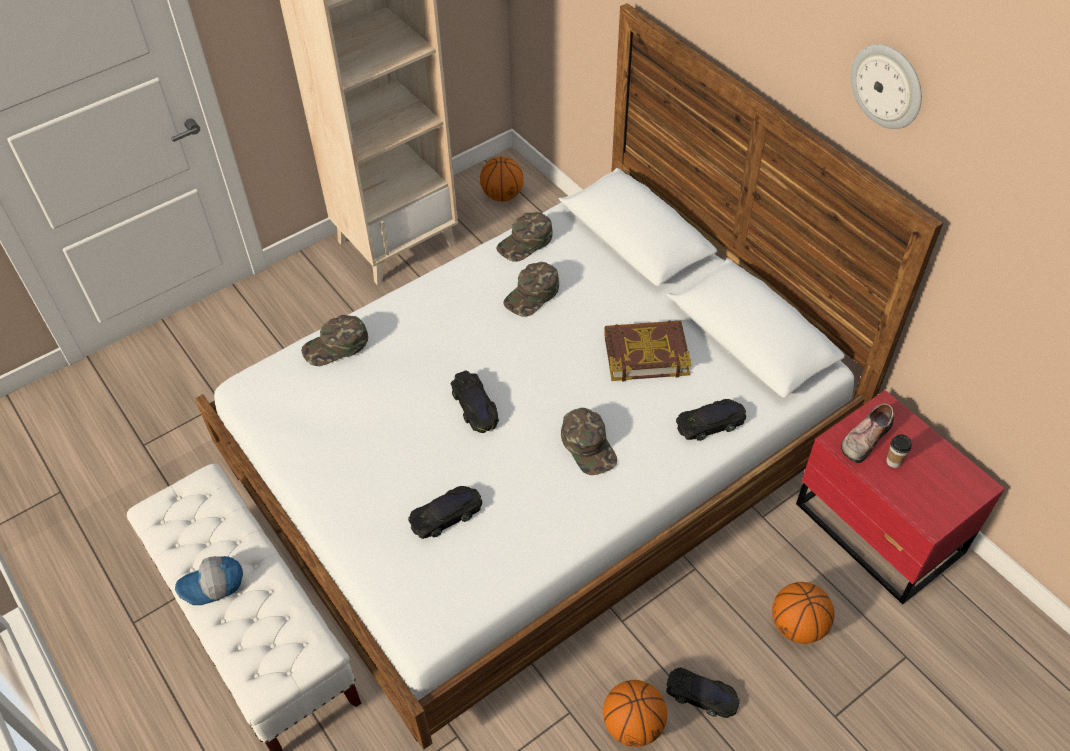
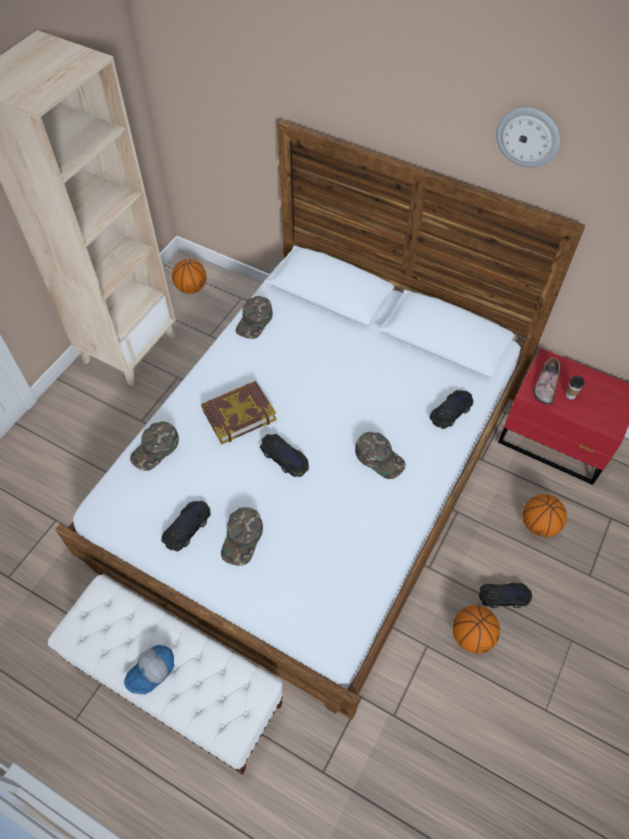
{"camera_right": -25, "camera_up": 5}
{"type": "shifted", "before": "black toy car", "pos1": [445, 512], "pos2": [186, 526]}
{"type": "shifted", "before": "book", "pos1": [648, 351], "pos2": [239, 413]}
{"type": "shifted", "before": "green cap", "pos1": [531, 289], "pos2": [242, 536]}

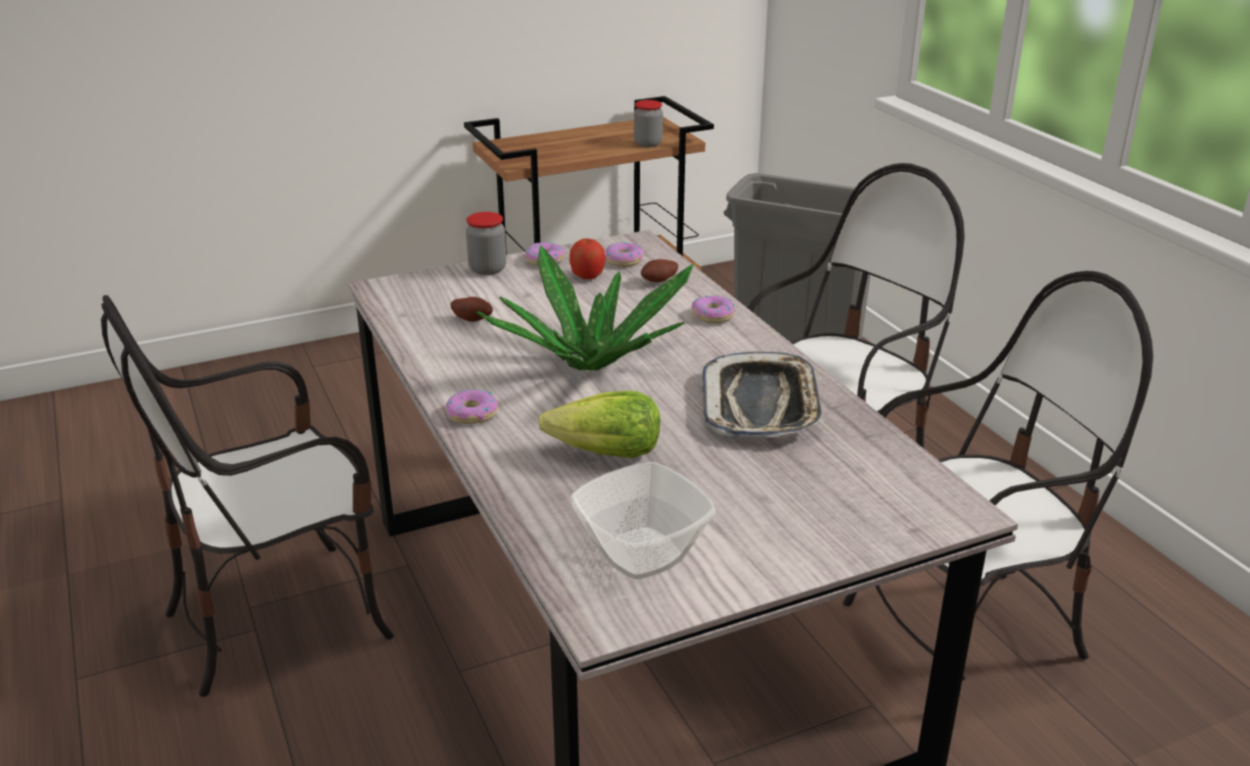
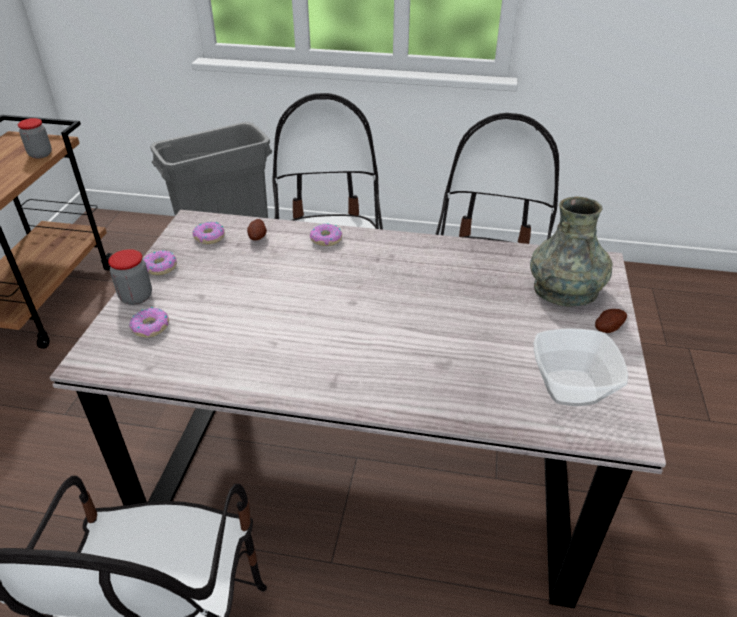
{"camera_right": -55, "camera_up": 10}
{"type": "shifted", "before": "donut", "pos1": [471, 406], "pos2": [149, 322]}
{"type": "new", "after": "grey vase", "pos2": [571, 251]}
{"type": "shifted", "before": "potato", "pos1": [472, 309], "pos2": [611, 321]}
{"type": "gone", "before": "potted plant", "pos1": [584, 307]}
{"type": "gone", "before": "lettuce", "pos1": [599, 424]}
{"type": "gone", "before": "apple", "pos1": [587, 258]}
{"type": "gone", "before": "tray", "pos1": [763, 394]}

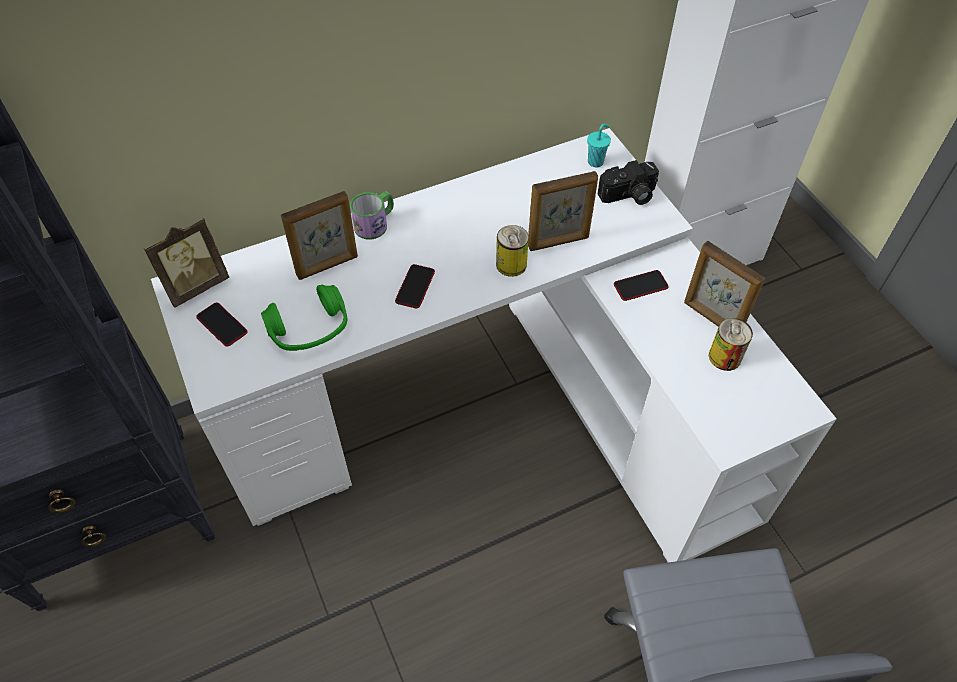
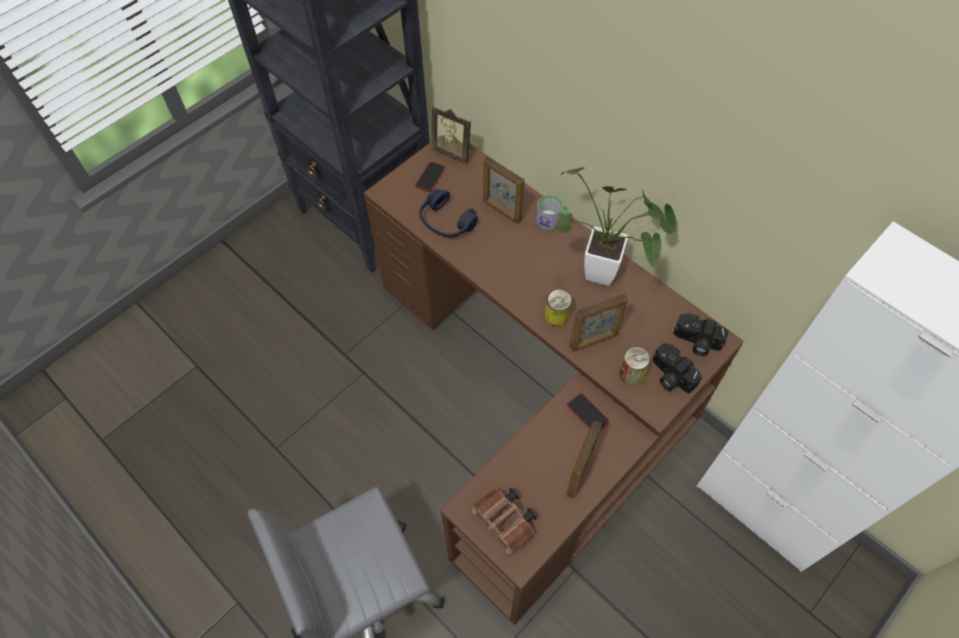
{"camera_right": 70, "camera_up": 5}
{"type": "repainted", "before": "white desk", "after": "brown desk", "pos1": [494, 345], "pos2": [554, 383]}
{"type": "repainted", "before": "green headphones", "after": "blue headphones", "pos1": [304, 318], "pos2": [448, 213]}
{"type": "new", "after": "brown binoculars", "pos2": [504, 522]}
{"type": "new", "after": "potted plant", "pos2": [615, 226]}
{"type": "rotated", "before": "picture frame", "pos1": [563, 211], "pos2": [598, 322], "turn": -75}
{"type": "shifted", "before": "can", "pos1": [731, 344], "pos2": [635, 366]}
{"type": "swapped", "before": "turquoise cup", "after": "photo camera", "pos1": [599, 145], "pos2": [701, 334]}
{"type": "gone", "before": "phone", "pos1": [415, 286]}

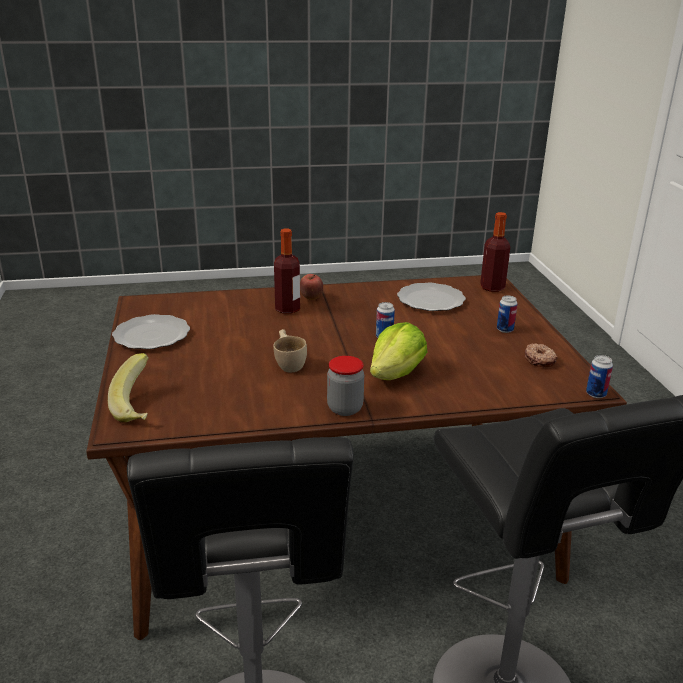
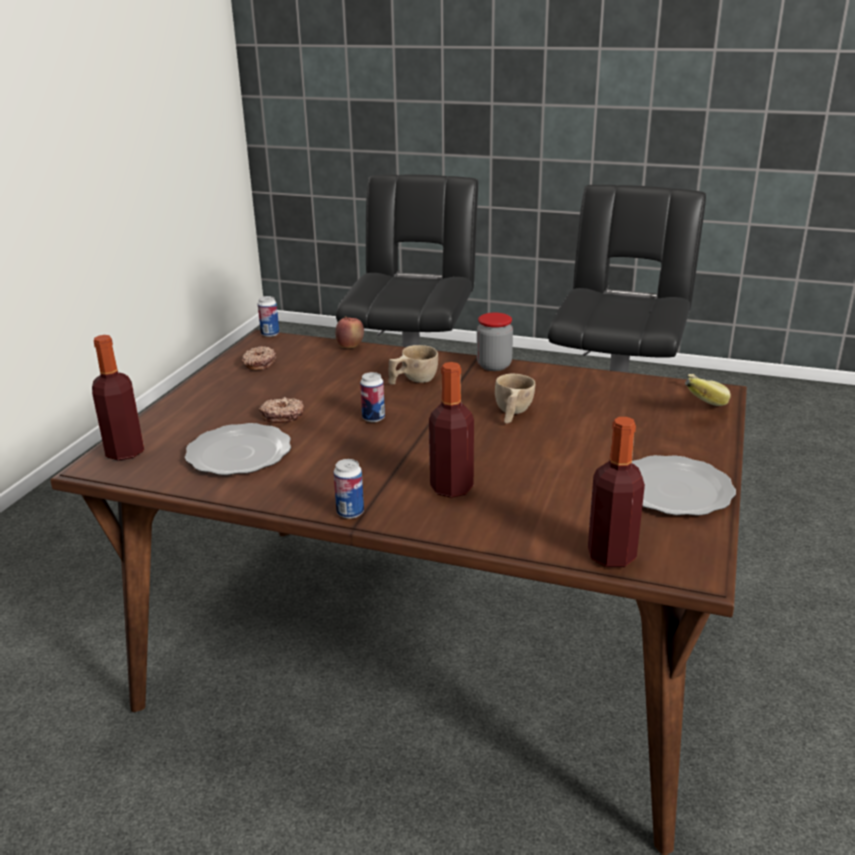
{"camera_right": -150, "camera_up": 0}
{"type": "new", "after": "donut", "pos2": [281, 410]}
{"type": "shifted", "before": "can", "pos1": [507, 314], "pos2": [348, 489]}
{"type": "shifted", "before": "apple", "pos1": [311, 287], "pos2": [349, 332]}
{"type": "swapped", "before": "lettuce", "after": "beige cup", "pos1": [398, 351], "pos2": [413, 365]}
{"type": "new", "after": "bottle", "pos2": [616, 492]}

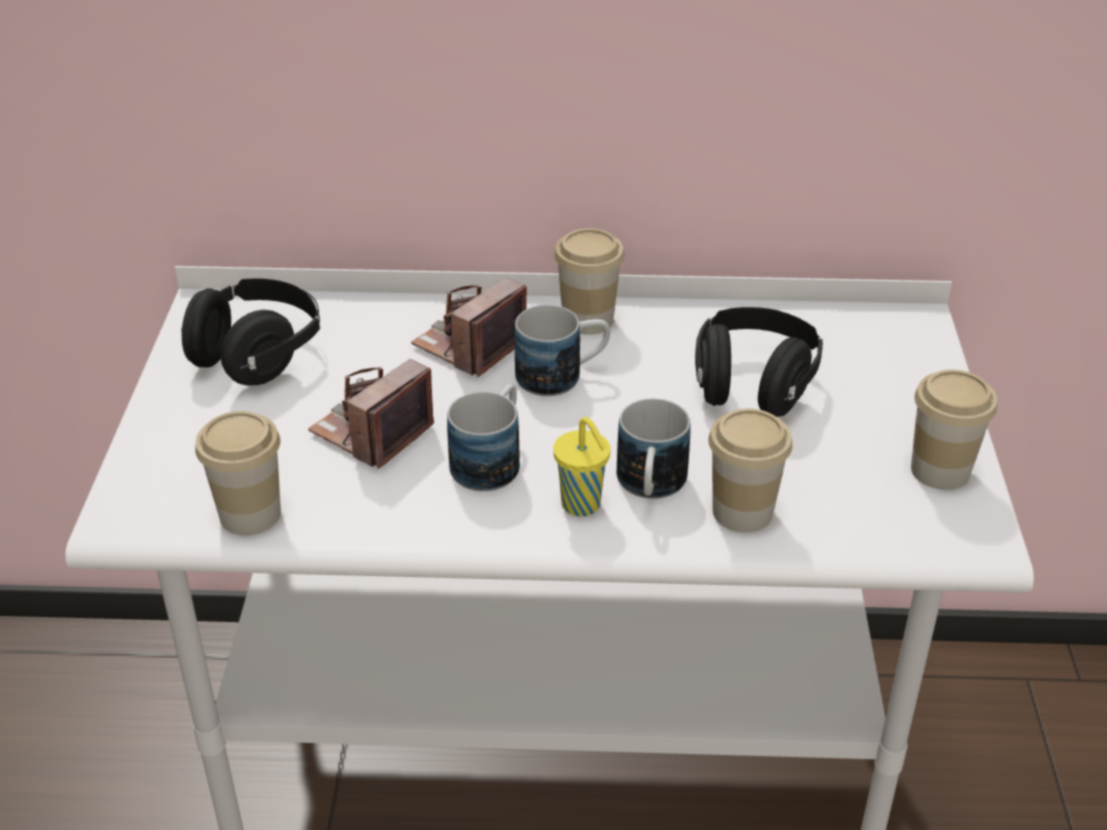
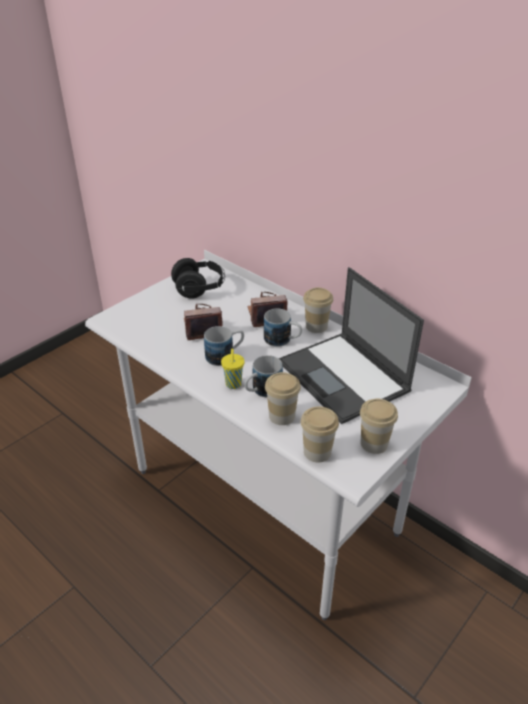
{"camera_right": 40, "camera_up": 0}
{"type": "swapped", "before": "black headphones", "after": "laptop", "pos1": [759, 362], "pos2": [351, 345]}
{"type": "shifted", "before": "cup", "pos1": [238, 473], "pos2": [320, 435]}

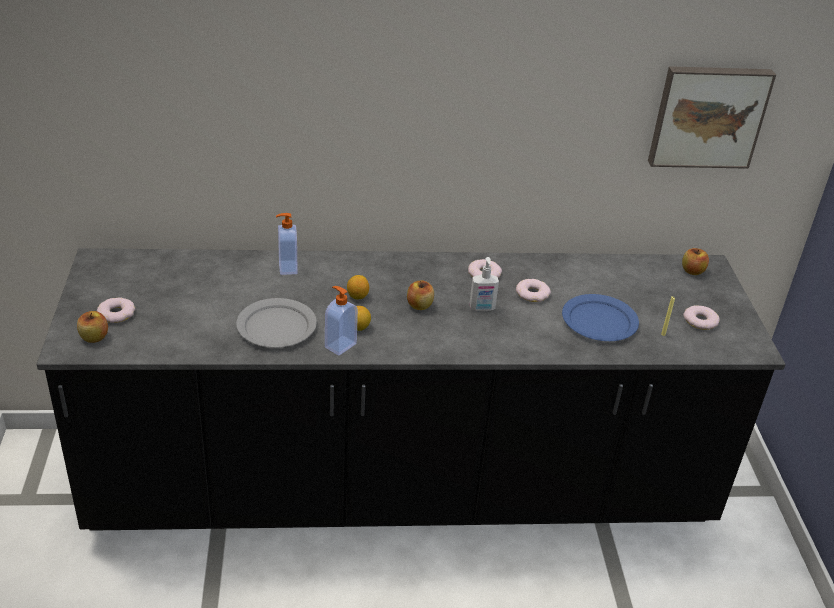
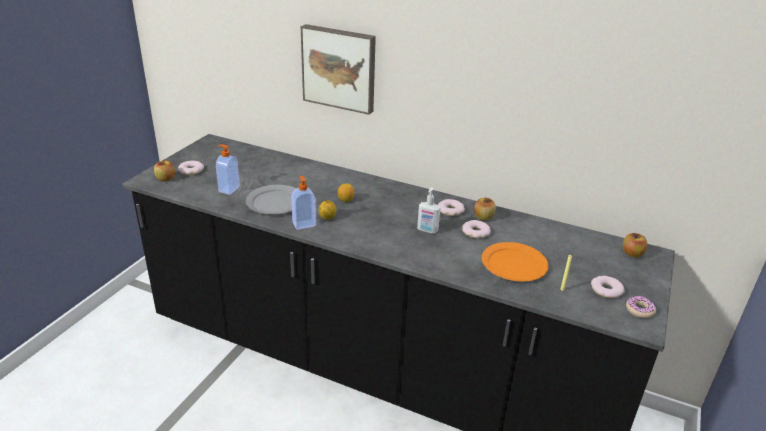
{"camera_right": 30, "camera_up": -5}
{"type": "shifted", "before": "soap dispenser", "pos1": [287, 244], "pos2": [228, 169]}
{"type": "shifted", "before": "picture", "pos1": [712, 117], "pos2": [338, 69]}
{"type": "shifted", "before": "apple", "pos1": [420, 295], "pos2": [485, 209]}
{"type": "repainted", "before": "blue plate", "after": "orange plate", "pos1": [600, 317], "pos2": [515, 261]}
{"type": "new", "after": "donut", "pos2": [641, 307]}

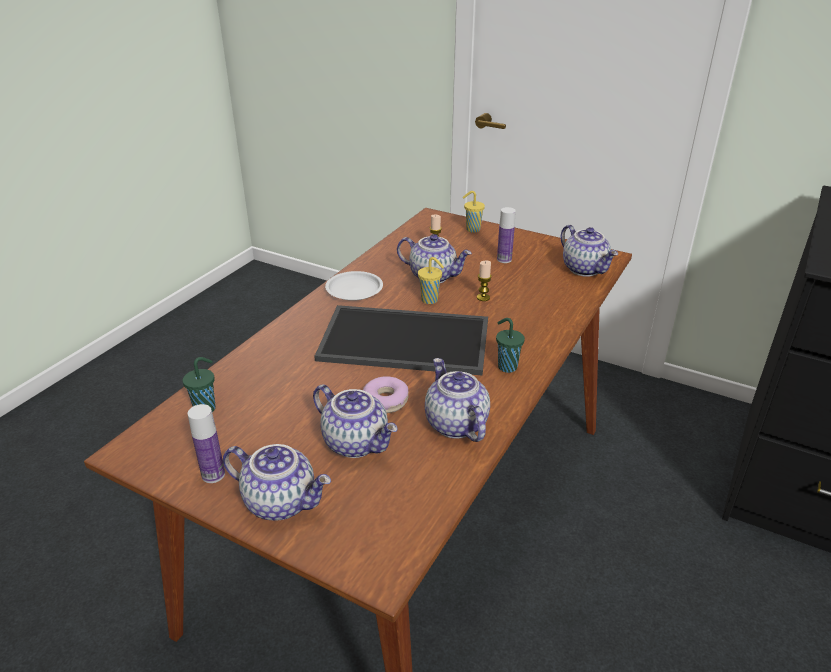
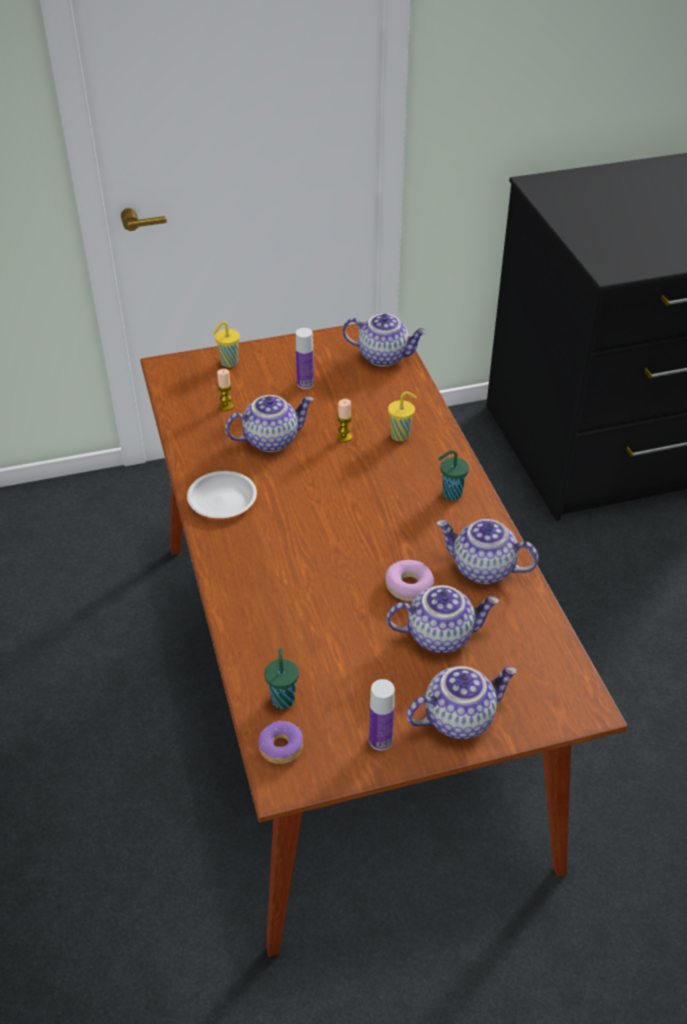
{"camera_right": -45, "camera_up": 10}
{"type": "new", "after": "donut", "pos2": [281, 742]}
{"type": "shifted", "before": "yellow cup", "pos1": [431, 280], "pos2": [402, 416]}
{"type": "gone", "before": "tray", "pos1": [401, 340]}

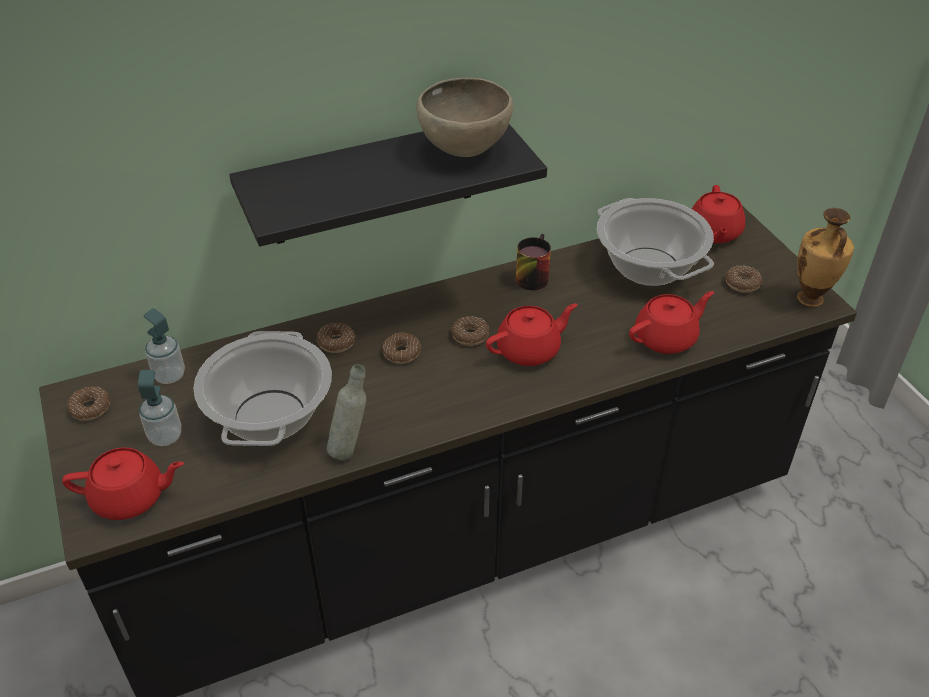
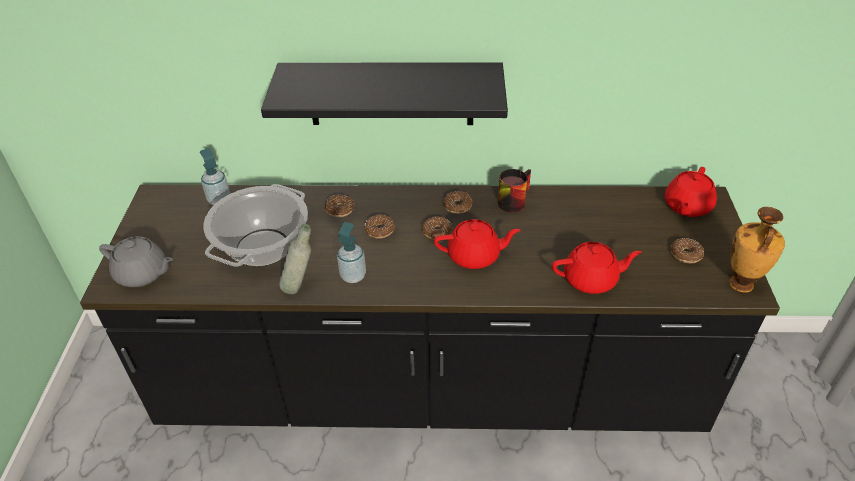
{"camera_right": 25, "camera_up": 0}
{"type": "repainted", "before": "red teapot", "after": "grey teapot", "pos1": [123, 484], "pos2": [136, 261]}
{"type": "shifted", "before": "soap dispenser", "pos1": [159, 408], "pos2": [351, 252]}
{"type": "shifted", "before": "donut", "pos1": [88, 403], "pos2": [458, 202]}
{"type": "gone", "before": "brown bowl", "pos1": [464, 117]}
{"type": "gone", "before": "cooking pot", "pos1": [655, 242]}

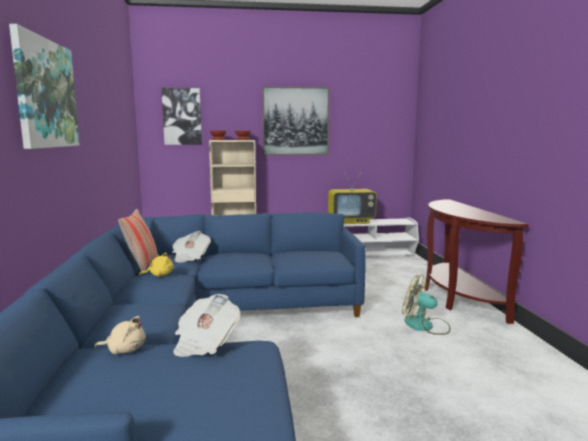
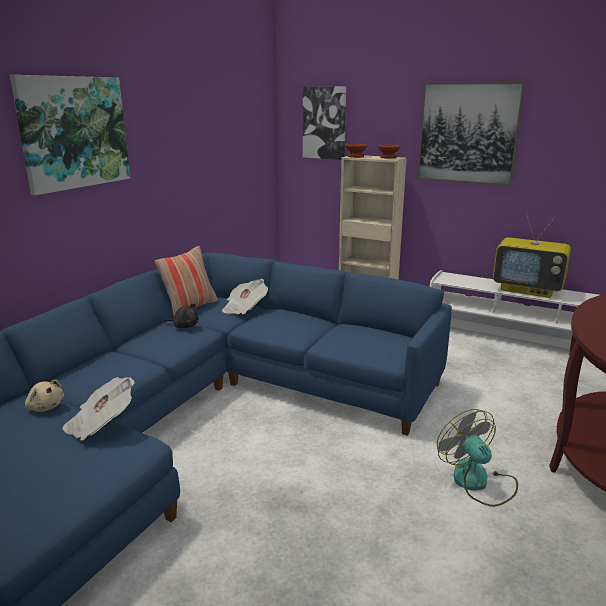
{"camera_right": 35, "camera_up": 10}
{"type": "repainted", "before": "yellow plush toy", "after": "black plush toy", "pos1": [156, 265], "pos2": [182, 315]}

